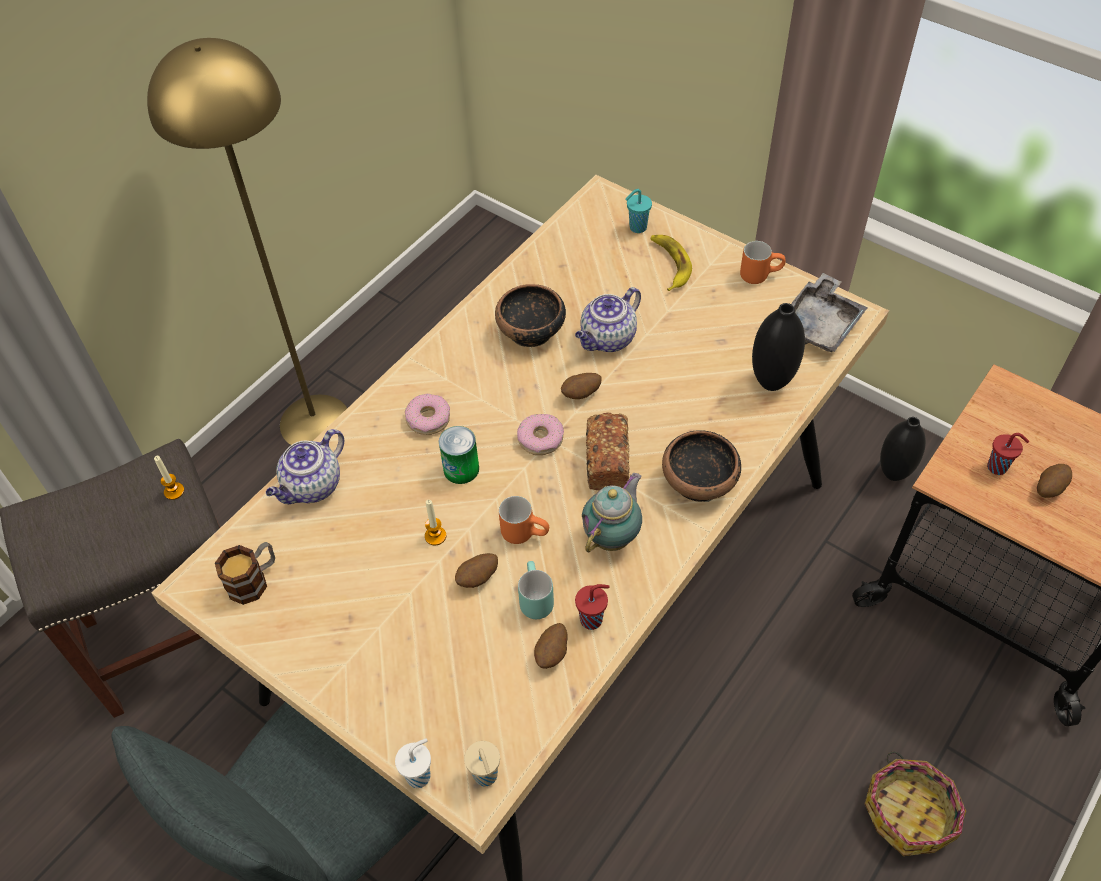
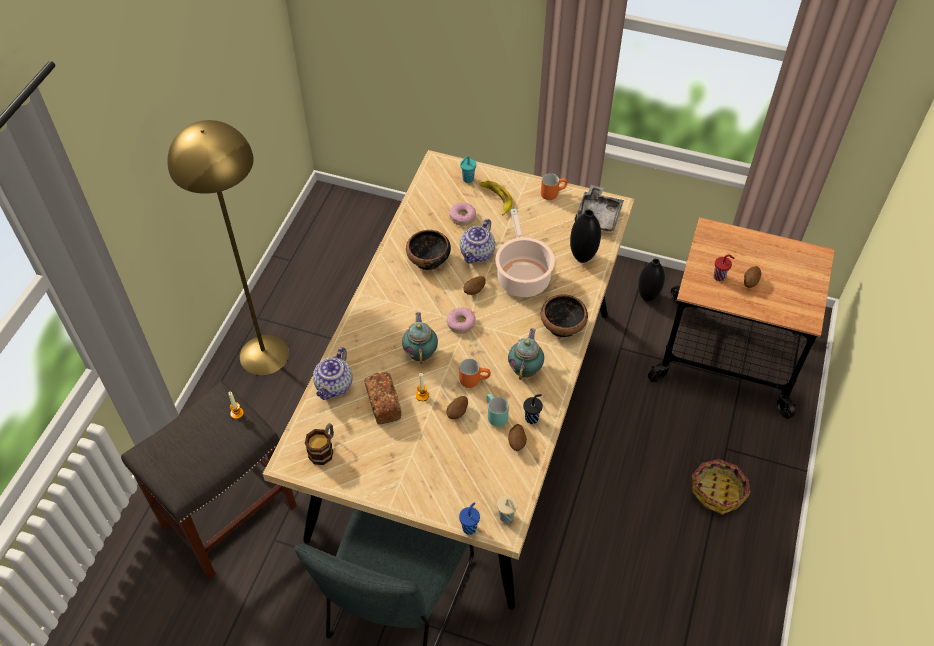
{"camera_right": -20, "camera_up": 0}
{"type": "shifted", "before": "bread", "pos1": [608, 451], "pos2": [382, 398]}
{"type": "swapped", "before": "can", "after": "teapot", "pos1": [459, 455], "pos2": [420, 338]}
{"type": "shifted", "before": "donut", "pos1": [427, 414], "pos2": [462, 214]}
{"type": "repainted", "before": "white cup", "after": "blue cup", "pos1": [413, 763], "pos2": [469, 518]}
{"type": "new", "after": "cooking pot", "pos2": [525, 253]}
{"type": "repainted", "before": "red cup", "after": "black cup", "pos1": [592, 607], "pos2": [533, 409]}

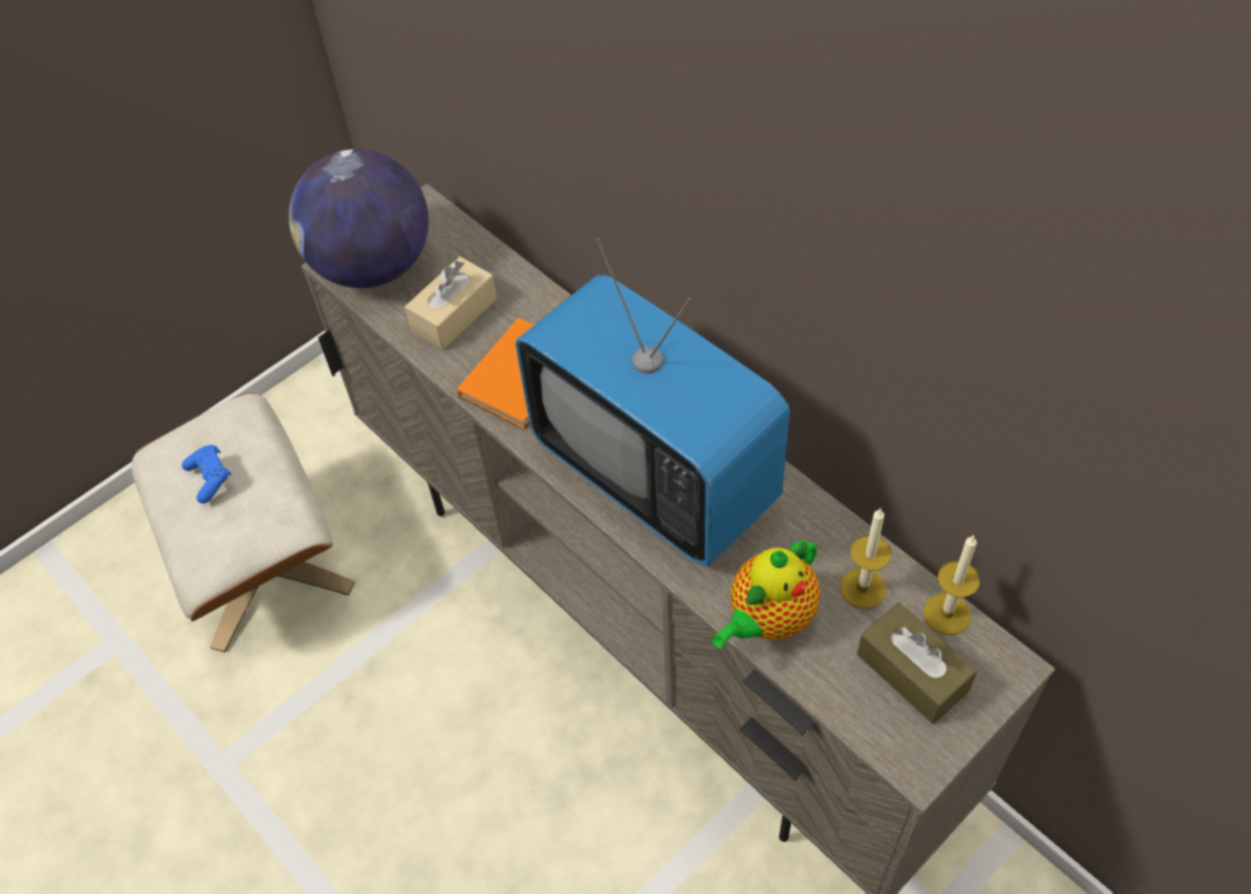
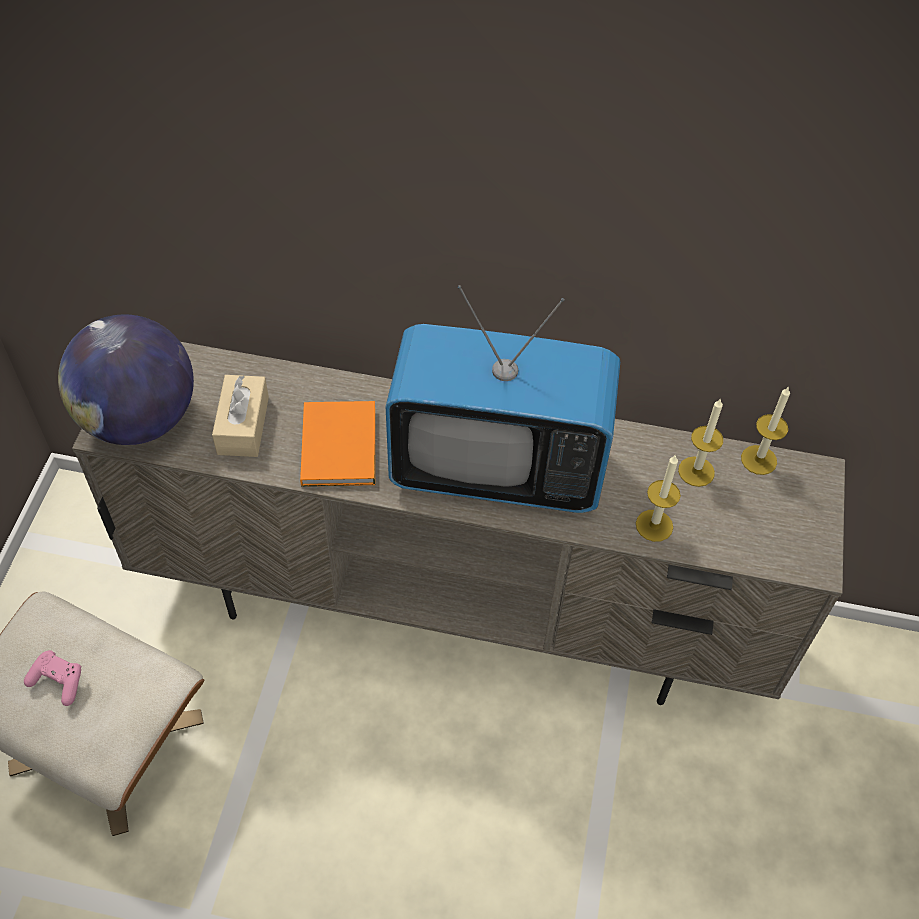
{"camera_right": -40, "camera_up": 0}
{"type": "repainted", "before": "blue game controller", "after": "pink game controller", "pos1": [207, 474], "pos2": [52, 678]}
{"type": "swapped", "before": "teapot", "after": "candle", "pos1": [765, 593], "pos2": [658, 498]}
{"type": "gone", "before": "brown tissue box", "pos1": [917, 663]}

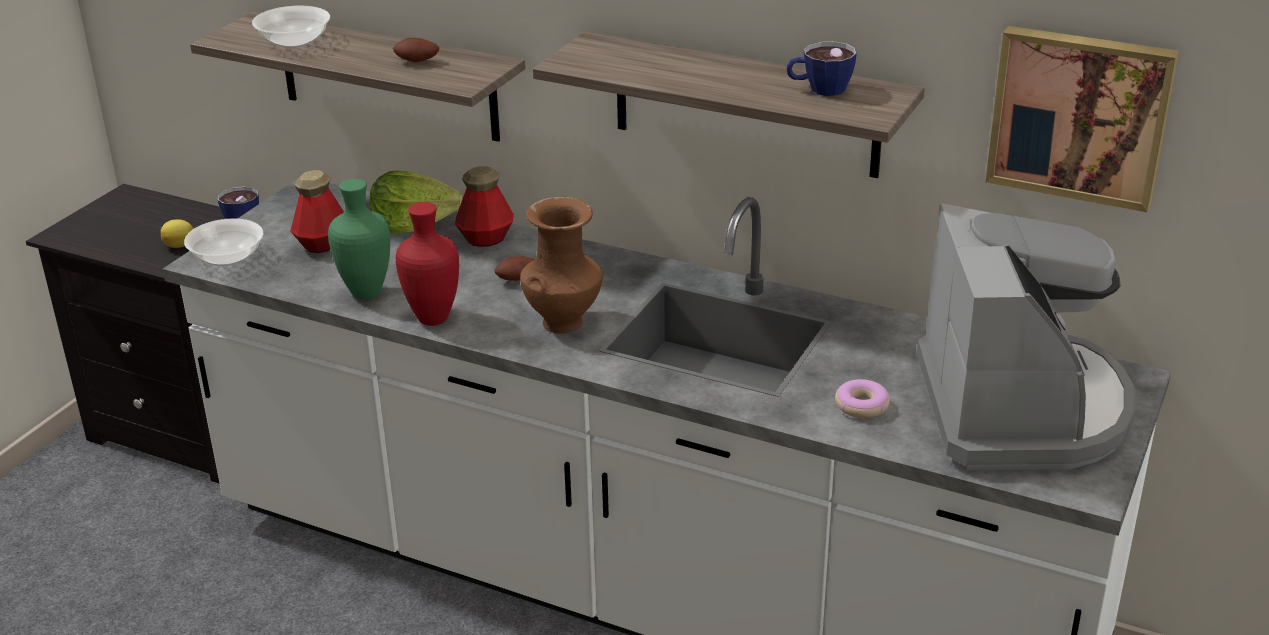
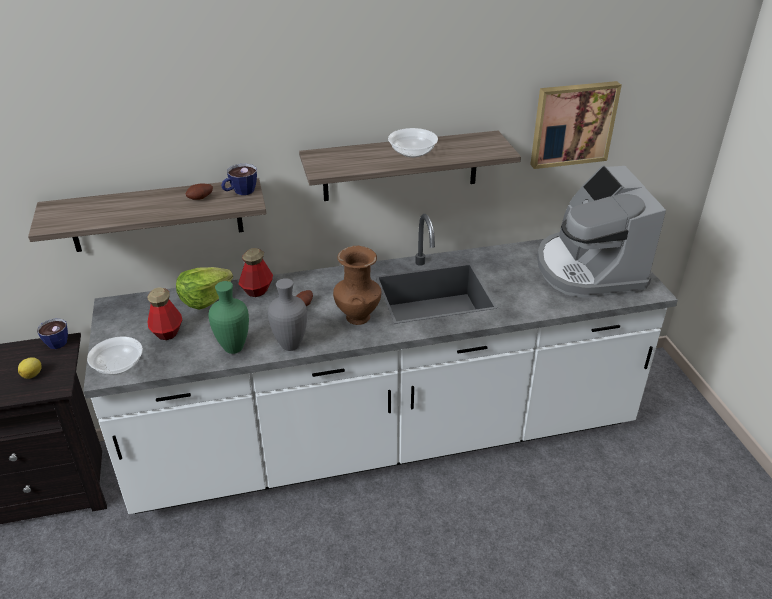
{"camera_right": -40, "camera_up": 5}
{"type": "shifted", "before": "cup", "pos1": [821, 68], "pos2": [239, 179]}
{"type": "repainted", "before": "red vase", "after": "grey vase", "pos1": [427, 264], "pos2": [287, 314]}
{"type": "shifted", "before": "bowl", "pos1": [291, 27], "pos2": [413, 143]}
{"type": "rotated", "before": "coffee machine", "pos1": [1026, 336], "pos2": [601, 231], "turn": -150}
{"type": "gone", "before": "donut", "pos1": [862, 398]}

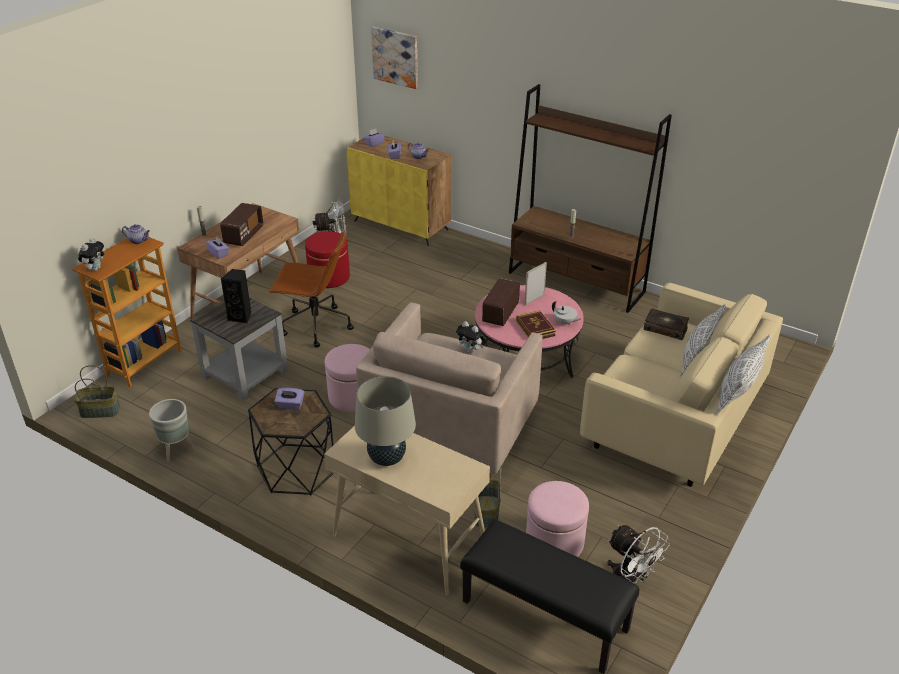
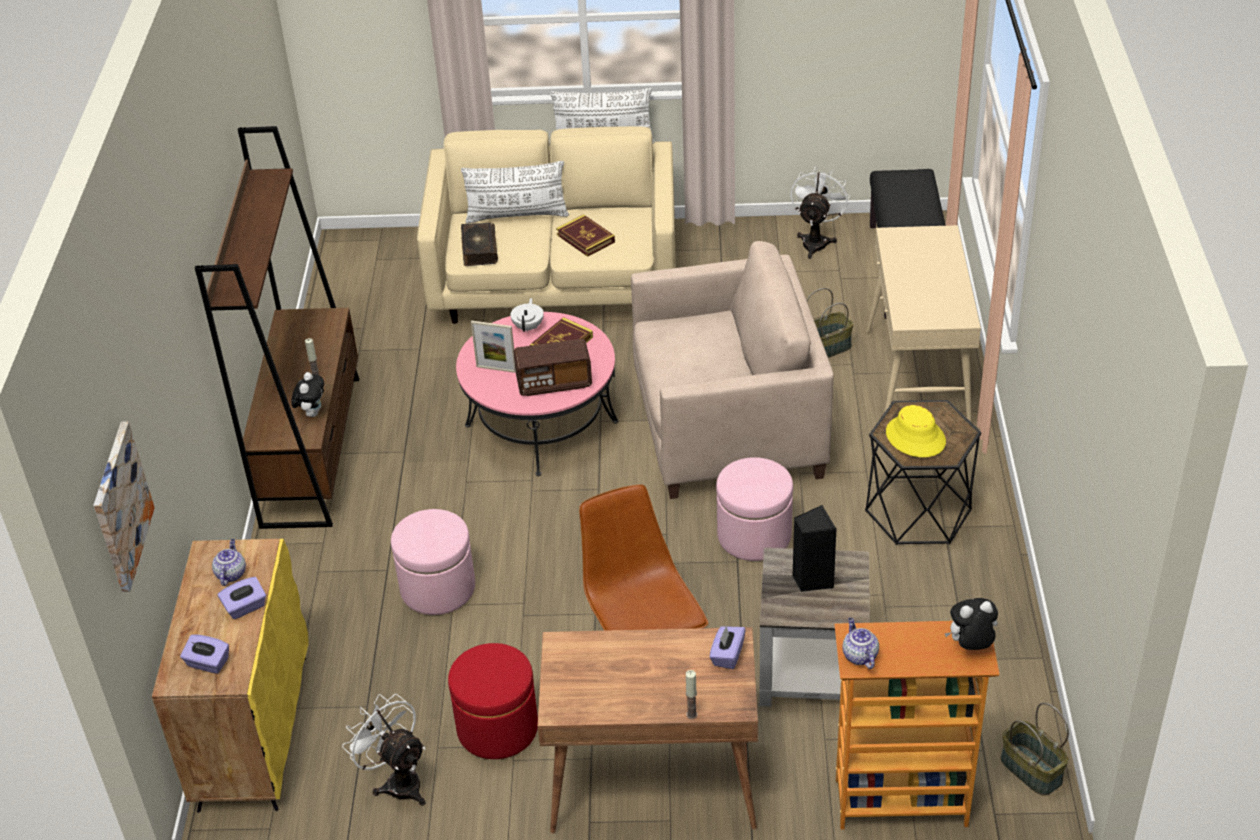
{"camera_right": -120, "camera_up": 5}
{"type": "shifted", "before": "plush toy", "pos1": [470, 337], "pos2": [307, 394]}
{"type": "shifted", "before": "pink ottoman", "pos1": [557, 519], "pos2": [433, 562]}
{"type": "new", "after": "book", "pos2": [585, 235]}
{"type": "swapped", "before": "purple tissue box", "after": "yellow hat", "pos1": [289, 399], "pos2": [916, 431]}
{"type": "gone", "before": "grey planter", "pos1": [171, 430]}
{"type": "gone", "before": "radio", "pos1": [241, 224]}
{"type": "gone", "before": "beige table lamp", "pos1": [385, 421]}

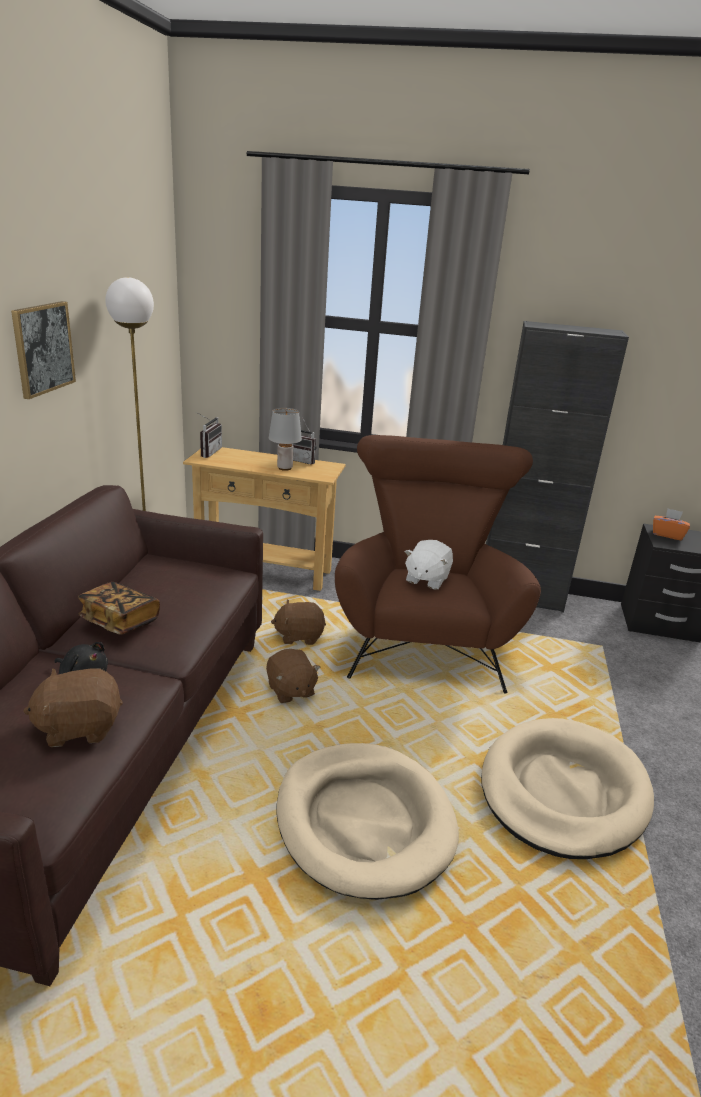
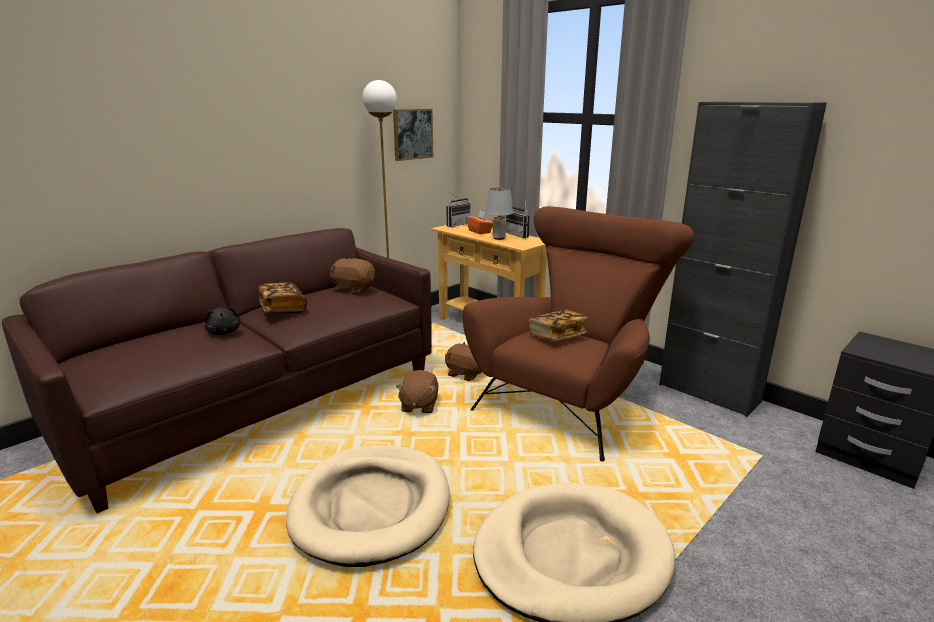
{"camera_right": 35, "camera_up": -5}
{"type": "shifted", "before": "brown plush toy", "pos1": [73, 707], "pos2": [352, 276]}
{"type": "shifted", "before": "picture", "pos1": [43, 350], "pos2": [413, 135]}
{"type": "shifted", "before": "orange tissue box", "pos1": [671, 524], "pos2": [480, 222]}
{"type": "swapped", "before": "white plush toy", "after": "book", "pos1": [429, 565], "pos2": [558, 325]}

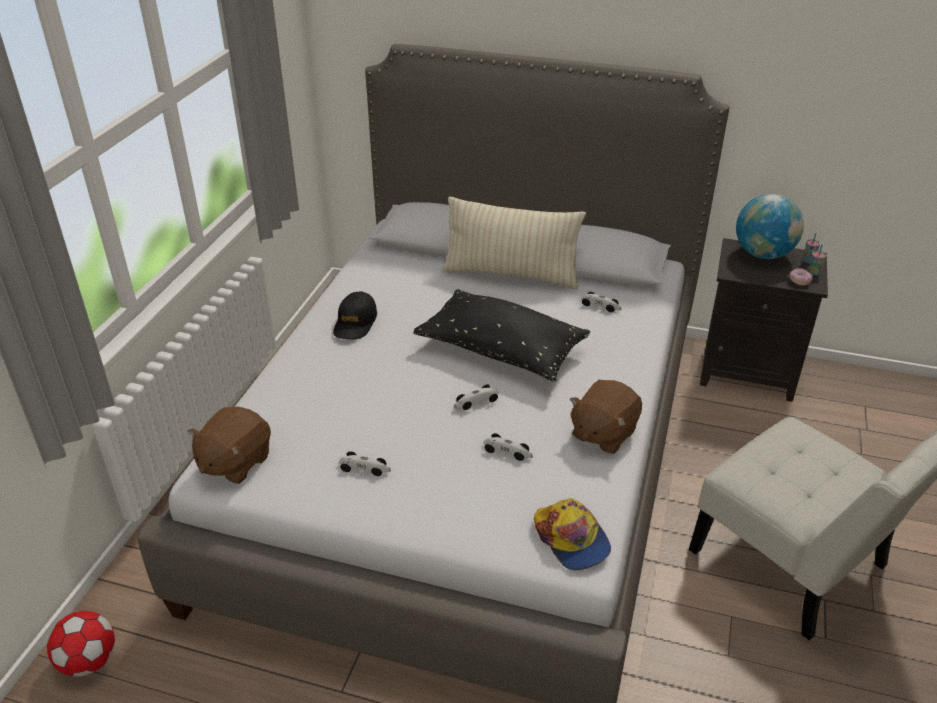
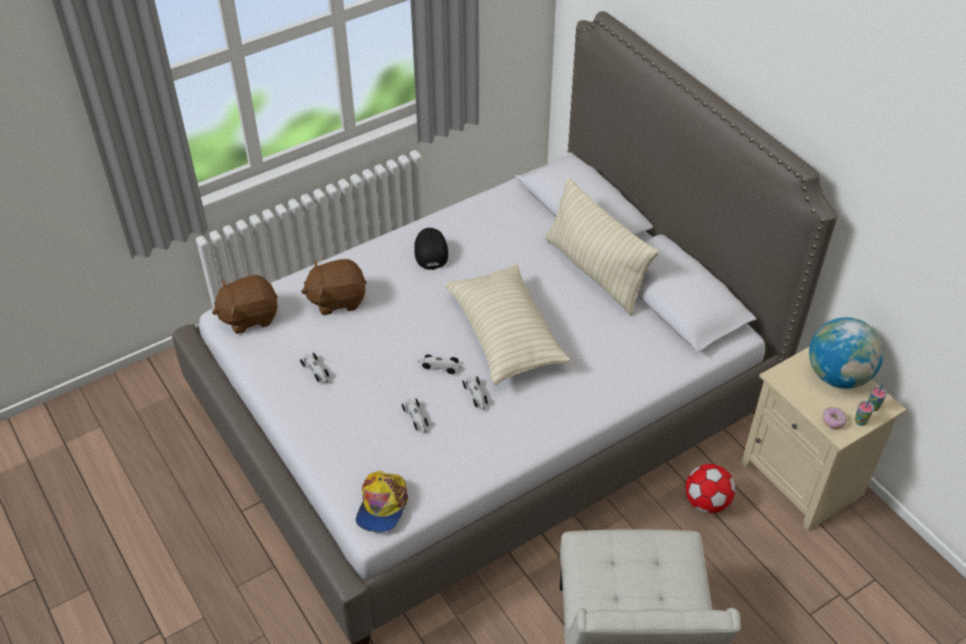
{"camera_right": 40, "camera_up": 10}
{"type": "shifted", "before": "brown plush toy", "pos1": [606, 417], "pos2": [334, 287]}
{"type": "rotated", "before": "black cap", "pos1": [355, 316], "pos2": [431, 249], "turn": 120}
{"type": "repainted", "before": "black pillow", "after": "beige pillow", "pos1": [501, 335], "pos2": [508, 324]}
{"type": "shifted", "before": "toy car", "pos1": [601, 302], "pos2": [475, 393]}
{"type": "shifted", "before": "football", "pos1": [81, 644], "pos2": [710, 488]}
{"type": "repainted", "before": "black nightstand", "after": "beige nightstand", "pos1": [764, 320], "pos2": [823, 439]}

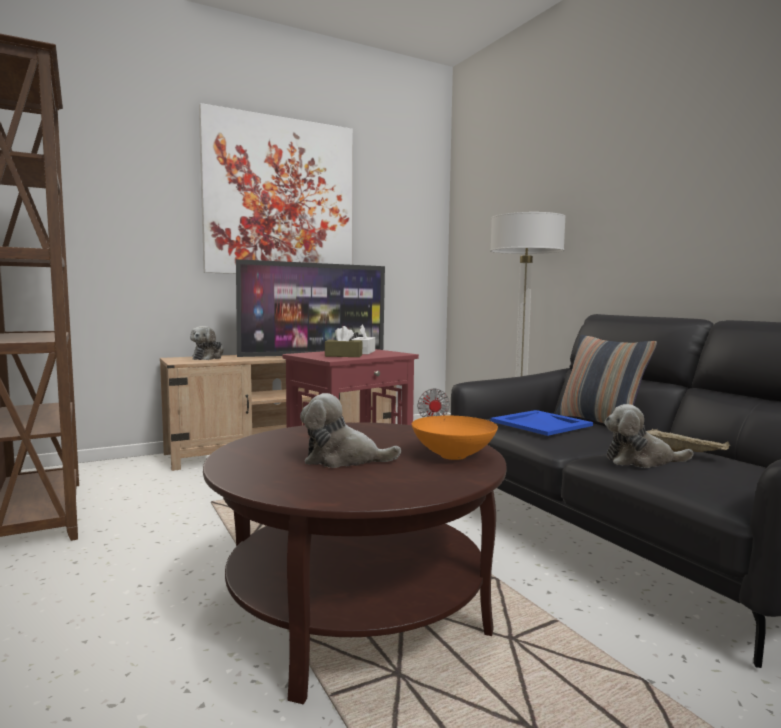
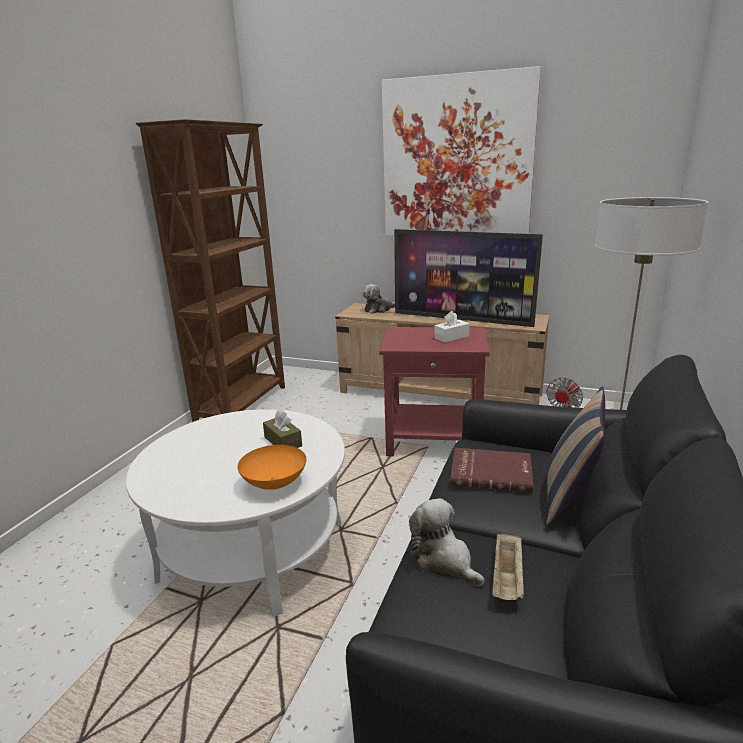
{"camera_right": 50, "camera_up": 15}
{"type": "repainted", "before": "brown coffee table", "after": "white coffee table", "pos1": [355, 563], "pos2": [235, 513]}
{"type": "shifted", "before": "brown tissue box", "pos1": [344, 341], "pos2": [282, 429]}
{"type": "swapped", "before": "blue tray", "after": "red book", "pos1": [542, 423], "pos2": [491, 470]}
{"type": "gone", "before": "plush toy", "pos1": [350, 430]}

